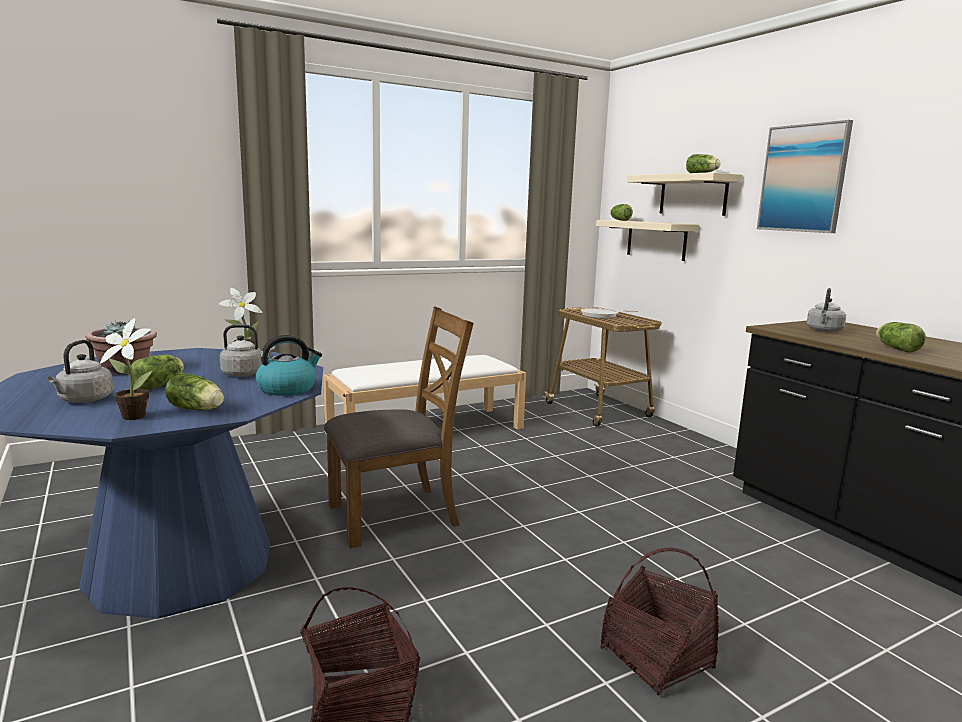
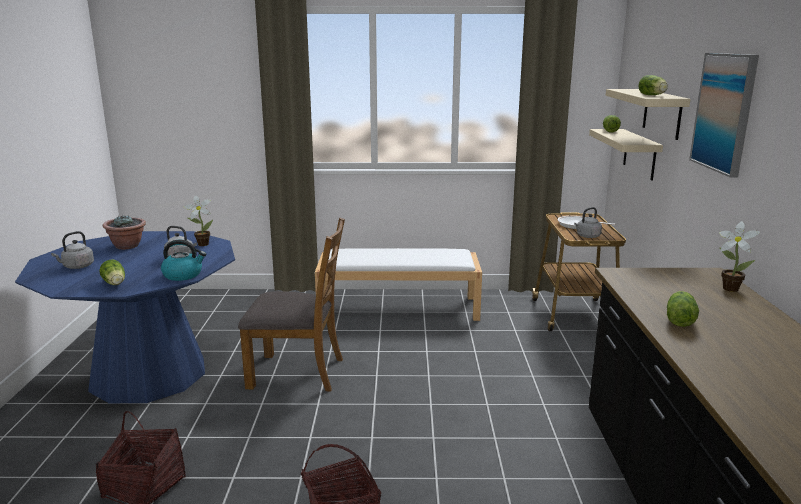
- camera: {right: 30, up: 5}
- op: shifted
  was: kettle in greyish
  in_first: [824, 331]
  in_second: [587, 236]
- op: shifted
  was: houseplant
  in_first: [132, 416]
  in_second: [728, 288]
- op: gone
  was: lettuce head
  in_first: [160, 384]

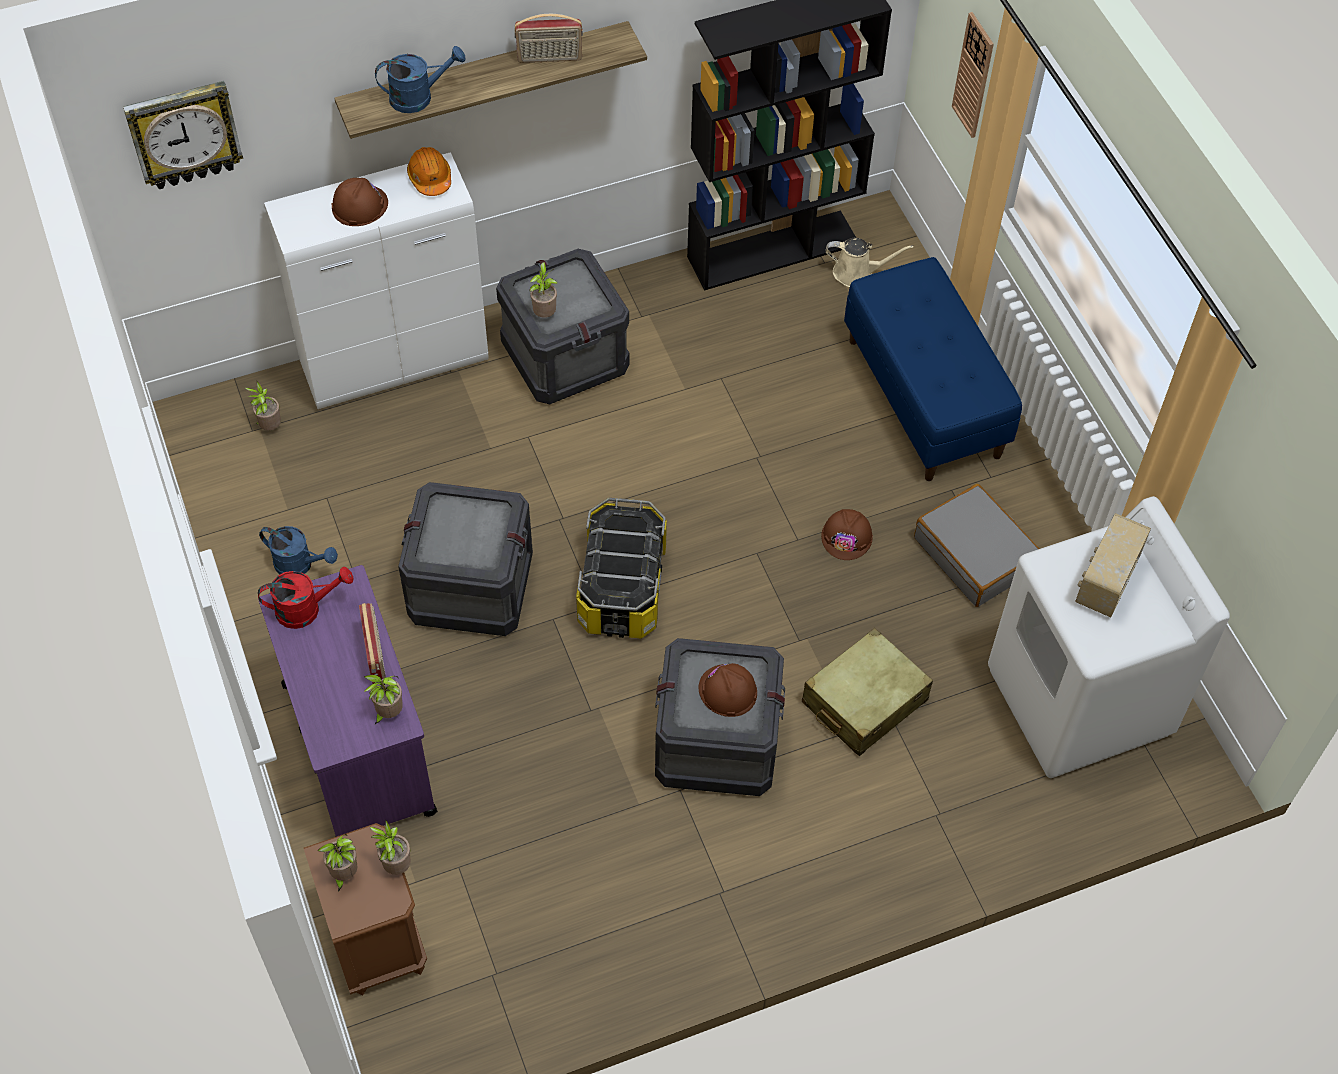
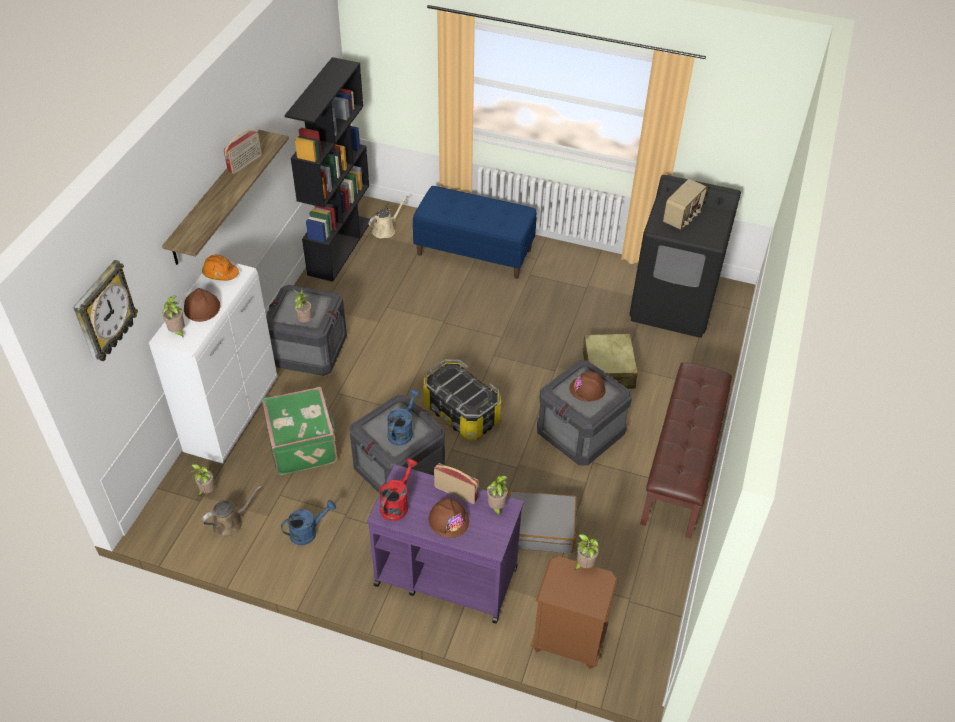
- camera: {right: -50, up: -10}
- op: gone
  was: hanging clock
  in_first: [973, 75]
- op: shifted
  was: watering pot in blue
  in_first: [419, 97]
  in_second: [402, 431]
- op: shifted
  was: piece of luggage in greyish
  in_first: [975, 554]
  in_second: [539, 528]
- op: repainted
  was: laundry appliance in white-coloured
  now: laundry appliance in black-coloured
  in_first: [1079, 702]
  in_second: [673, 305]
- op: shifted
  was: safety helmet in brownish
  in_first: [847, 537]
  in_second: [448, 520]
- op: rotated
  was: radio
  in_first: [1105, 581]
  in_second: [682, 217]
  clockwise: -120
- op: shifted
  was: houseplant
  in_first: [343, 874]
  in_second: [178, 332]
- op: new
  now: long seat in brownish
  in_second: [682, 466]
- op: new
  now: piece of luggage in green
  in_second: [304, 444]
- op: new
  now: watering pot in brownish
  in_second: [231, 523]

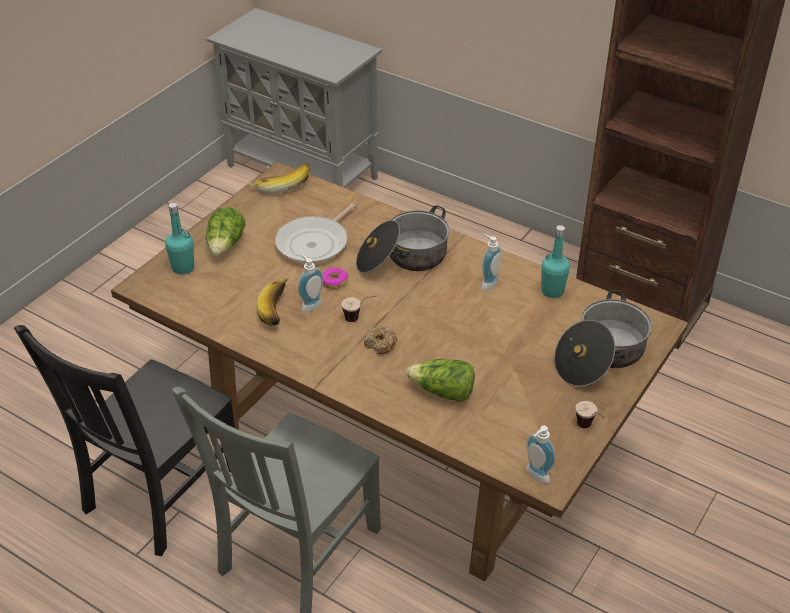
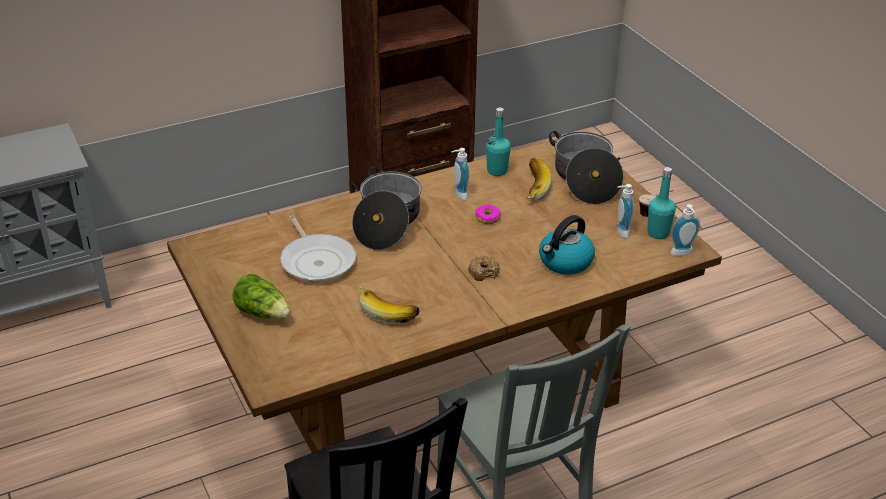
- camera: {right: -60, up: -5}
- op: shifted
  was: banana fruit
  in_first: [281, 184]
  in_second: [532, 188]
- op: shifted
  was: beverage bottle in turquoise-coloured
  in_first: [183, 268]
  in_second: [658, 233]
- op: shifted
  was: liquid soap bottle
  in_first: [310, 304]
  in_second: [620, 232]
- op: shifted
  was: donut
  in_first: [334, 281]
  in_second: [487, 218]
- op: gone
  was: drinking cup
  in_first: [359, 318]
- op: swapped
  was: lettuce head
  now: kettle
  in_first: [443, 392]
  in_second: [565, 262]

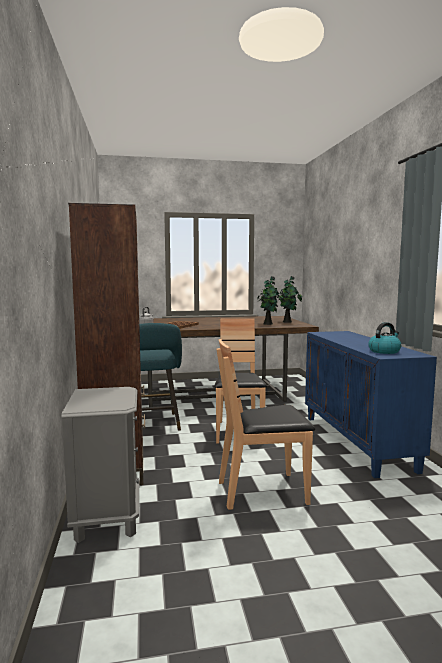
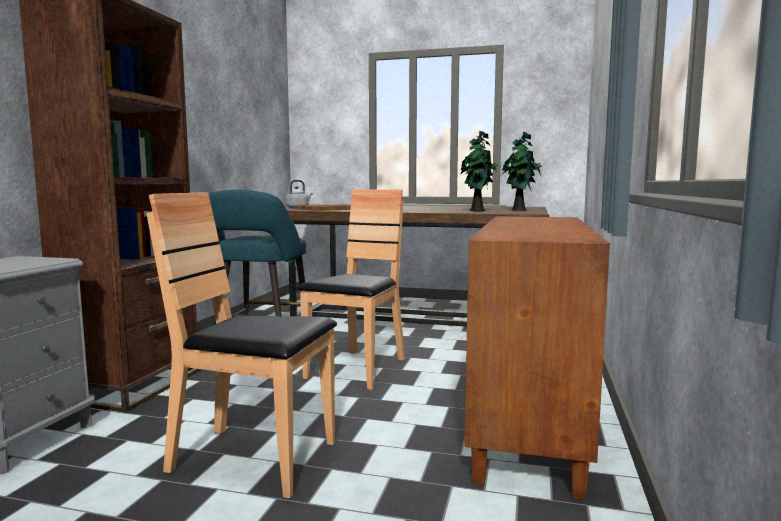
- camera: {right: 25, up: 0}
- op: gone
  was: kettle
  in_first: [384, 351]
- op: repainted
  was: cabinet in blue
  now: cabinet in brownish
  in_first: [357, 442]
  in_second: [530, 417]

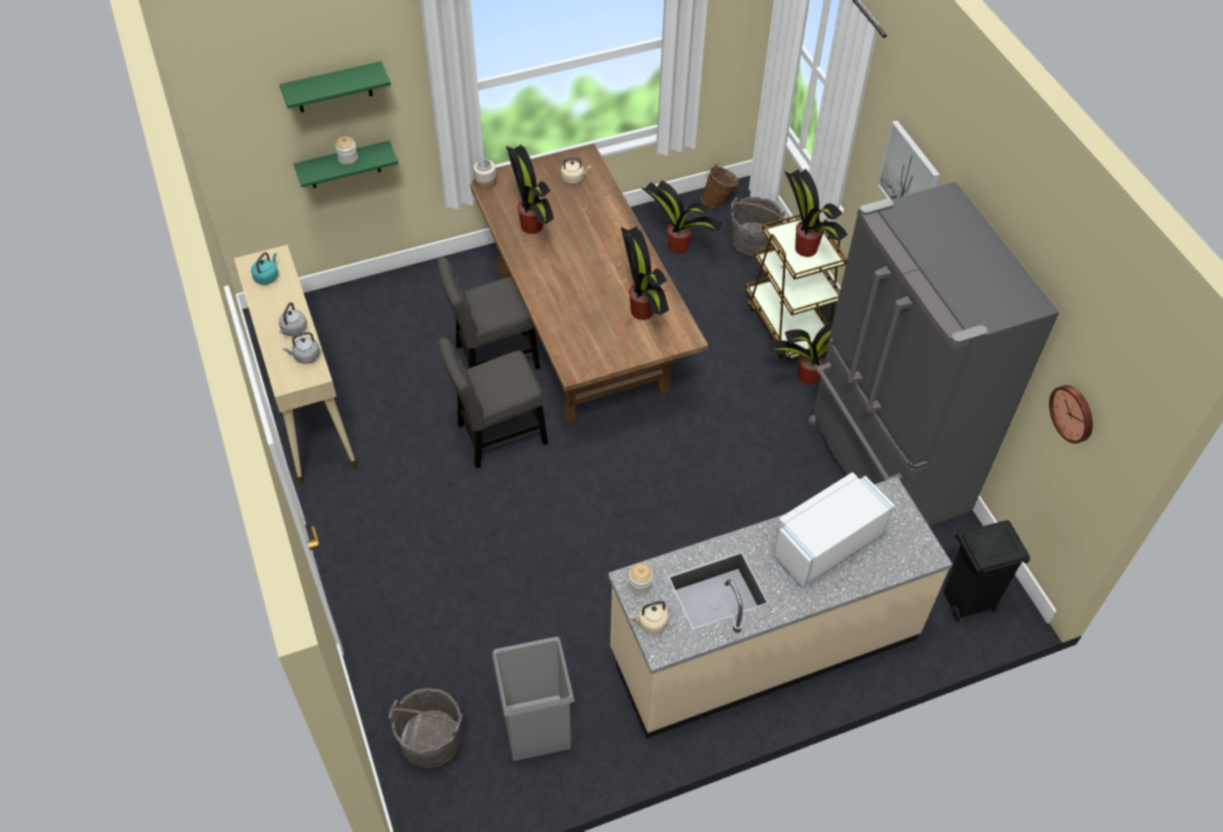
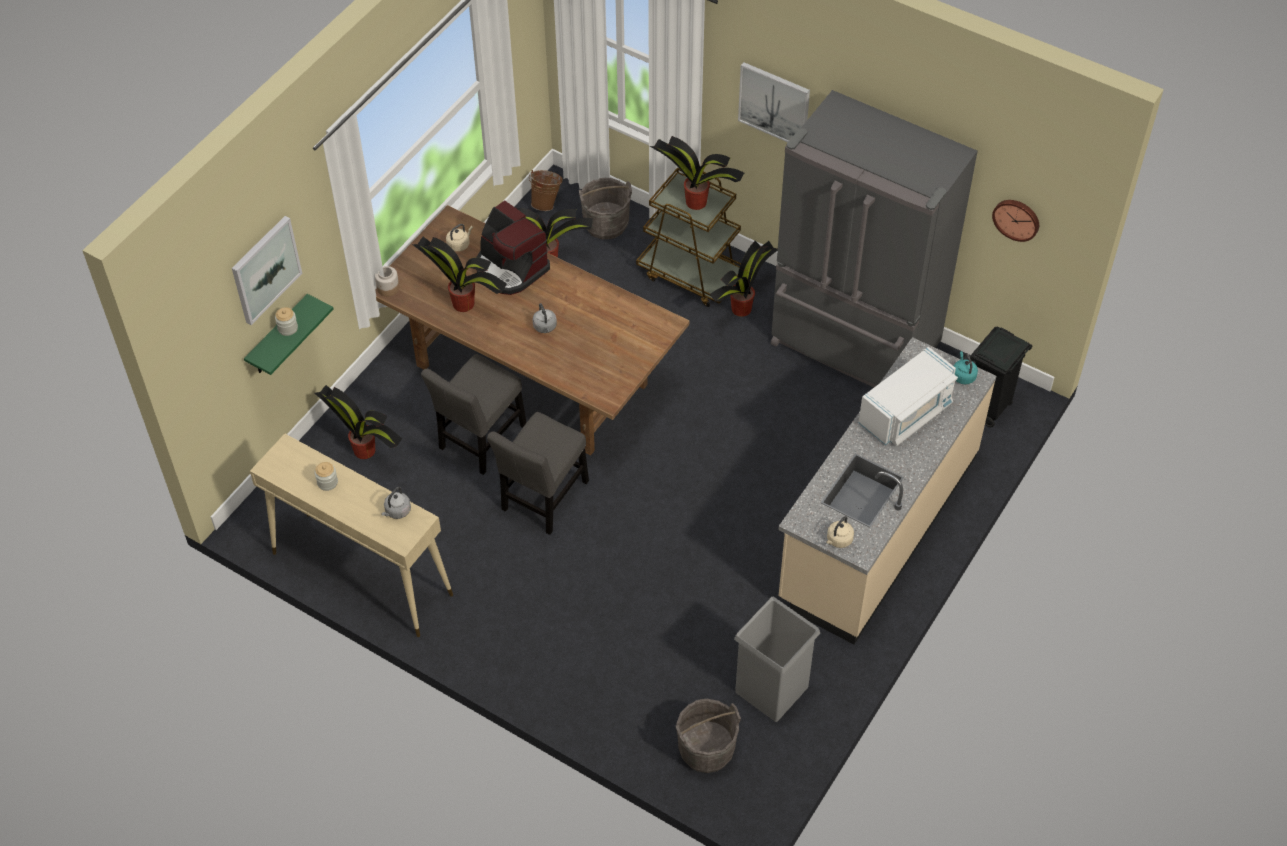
- camera: {right: -35, up: 0}
- op: swapped
  was: shelf in green
  now: wall picture
  in_first: [333, 88]
  in_second: [265, 269]
- op: shifted
  was: houseplant
  in_first: [642, 312]
  in_second: [365, 451]
- op: shifted
  was: kettle in turquoise-coloured
  in_first: [267, 276]
  in_second: [963, 375]
- op: shifted
  was: kettle in greyish
  in_first: [293, 330]
  in_second: [545, 327]
- op: rotated
  was: kitchen microwave in white-coloured
  in_first: [827, 544]
  in_second: [906, 413]
  clockwise: -150
- op: shifted
  was: preserve jar
  in_first: [640, 585]
  in_second: [327, 482]
- op: new
  now: coffee maker
  in_second: [510, 268]

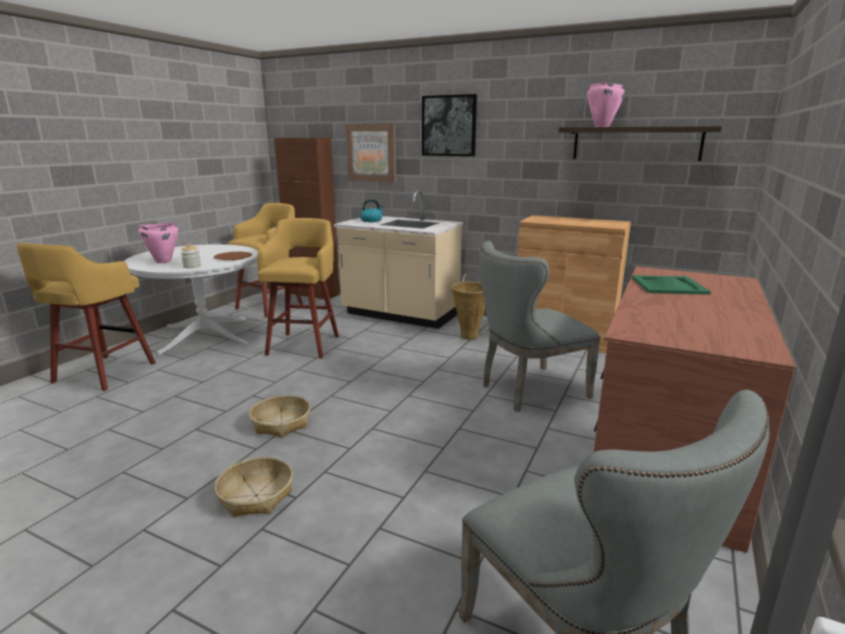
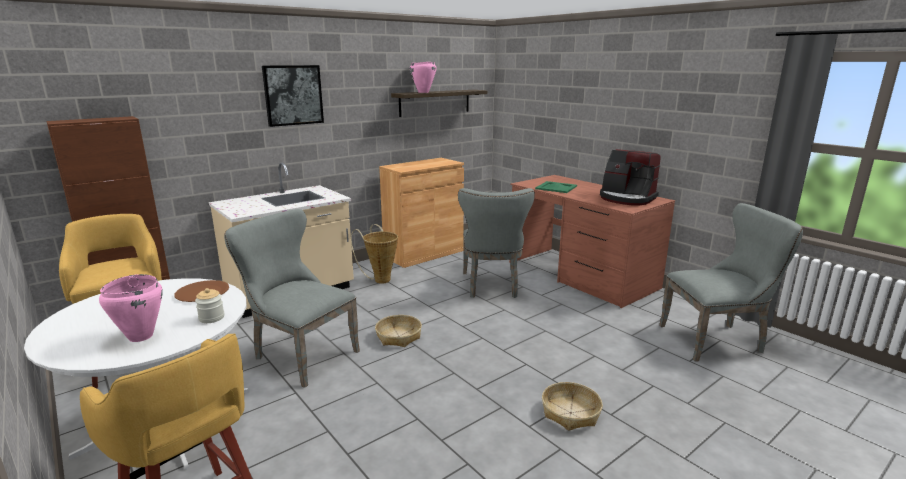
- camera: {right: -65, up: 0}
- op: gone
  was: wall picture
  in_first: [371, 153]
- op: gone
  was: kettle
  in_first: [371, 220]
- op: swapped
  was: stool seat in yellow
  now: upright chair in greyish
  in_first: [304, 344]
  in_second: [300, 354]
- op: shifted
  was: household basket
  in_first: [281, 423]
  in_second: [399, 336]
- op: new
  now: coffee maker
  in_second: [627, 198]

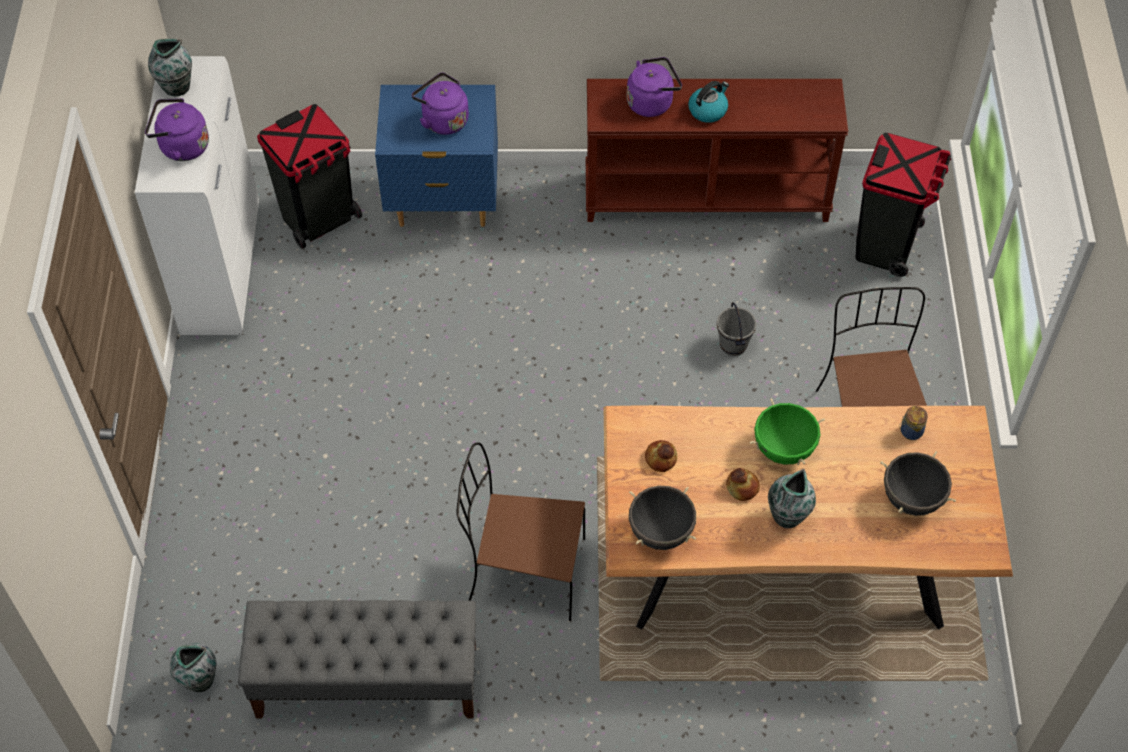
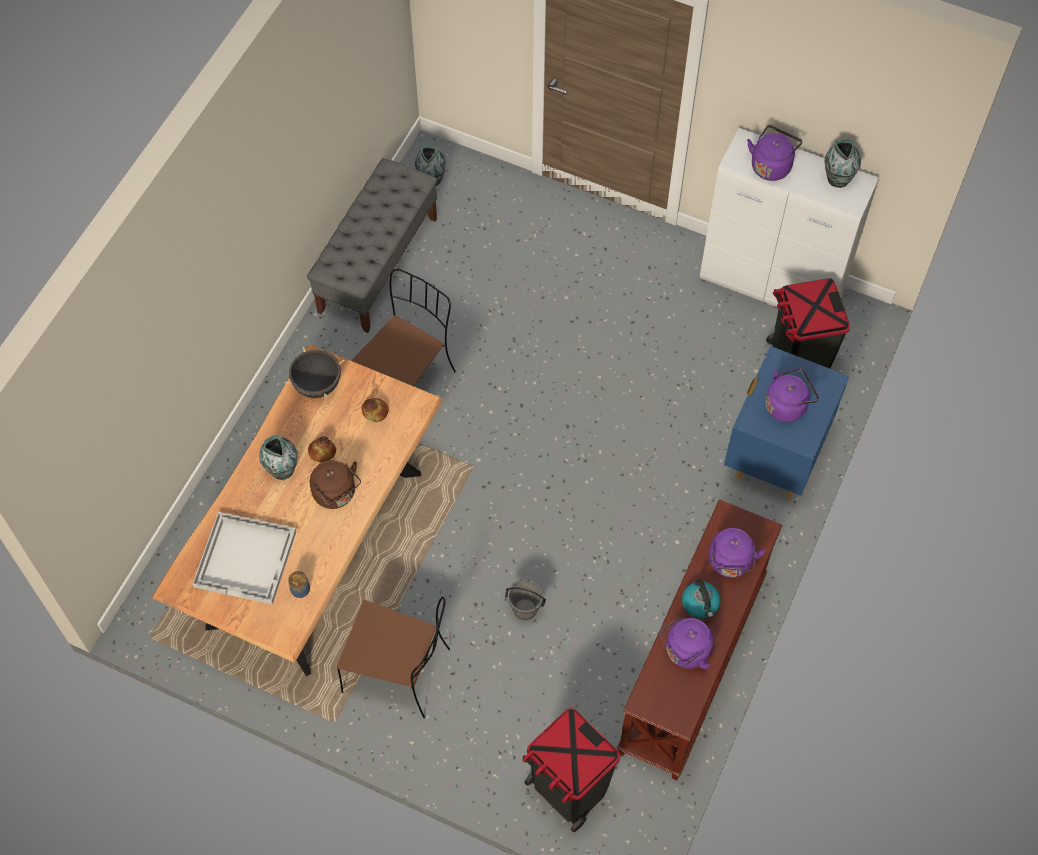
- camera: {right: 115, up: 5}
- op: swapped
  was: stockpot in green
  now: kettle in brownish
  in_first: [784, 449]
  in_second: [336, 494]
- op: swapped
  was: stockpot in black-coloured
  now: carrying tray in white-coloured
  in_first: [911, 499]
  in_second: [246, 558]
- op: new
  now: kettle in purplish
  in_second: [685, 652]

